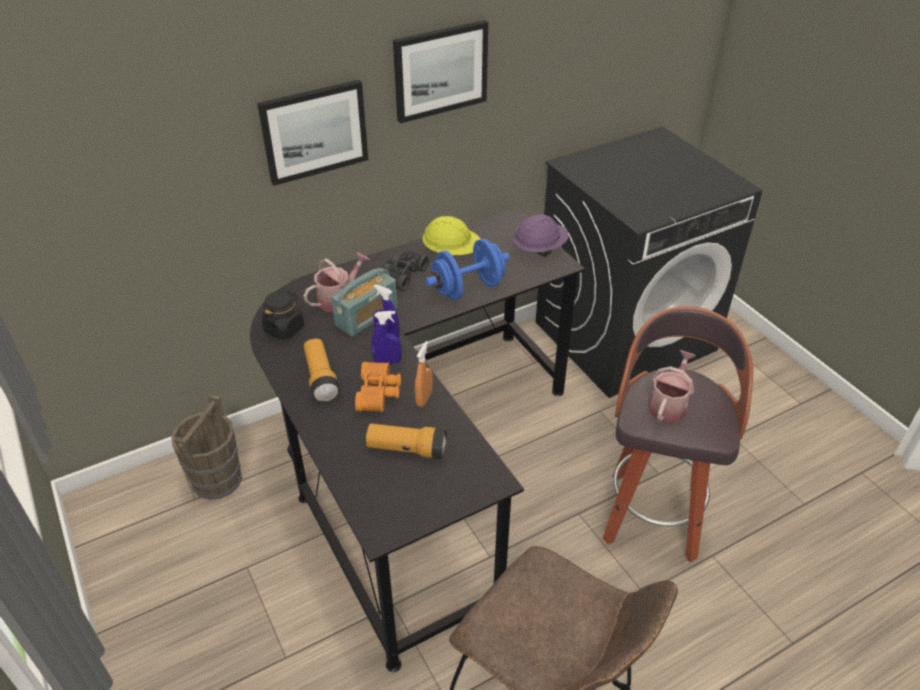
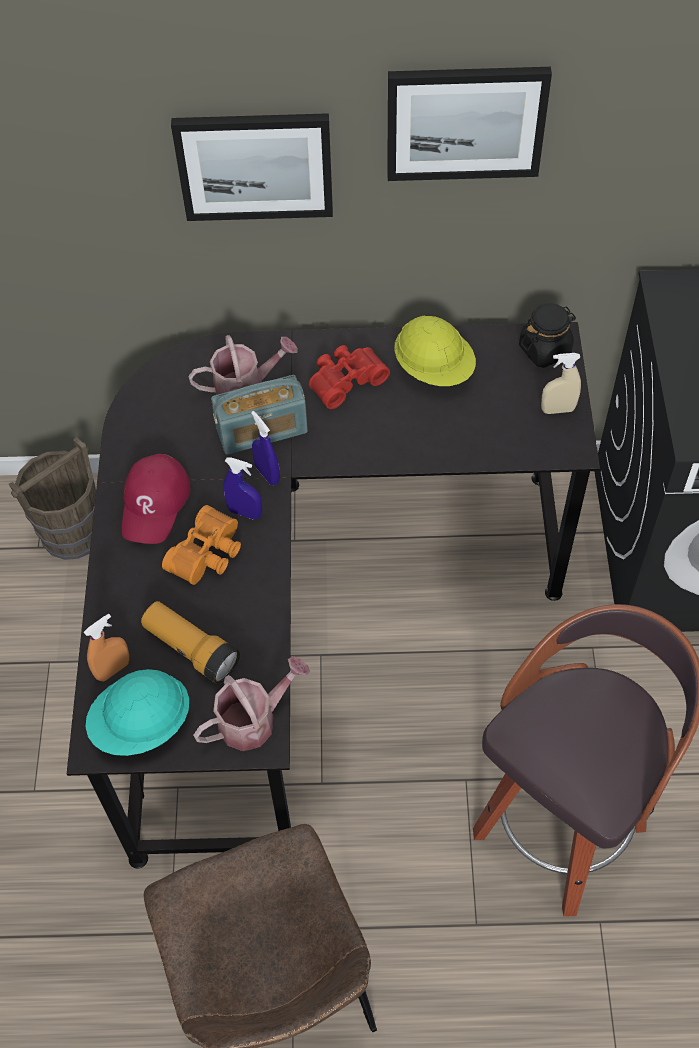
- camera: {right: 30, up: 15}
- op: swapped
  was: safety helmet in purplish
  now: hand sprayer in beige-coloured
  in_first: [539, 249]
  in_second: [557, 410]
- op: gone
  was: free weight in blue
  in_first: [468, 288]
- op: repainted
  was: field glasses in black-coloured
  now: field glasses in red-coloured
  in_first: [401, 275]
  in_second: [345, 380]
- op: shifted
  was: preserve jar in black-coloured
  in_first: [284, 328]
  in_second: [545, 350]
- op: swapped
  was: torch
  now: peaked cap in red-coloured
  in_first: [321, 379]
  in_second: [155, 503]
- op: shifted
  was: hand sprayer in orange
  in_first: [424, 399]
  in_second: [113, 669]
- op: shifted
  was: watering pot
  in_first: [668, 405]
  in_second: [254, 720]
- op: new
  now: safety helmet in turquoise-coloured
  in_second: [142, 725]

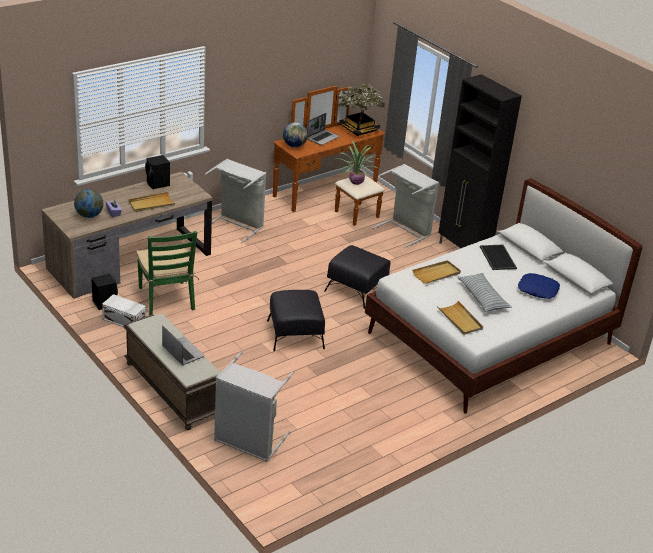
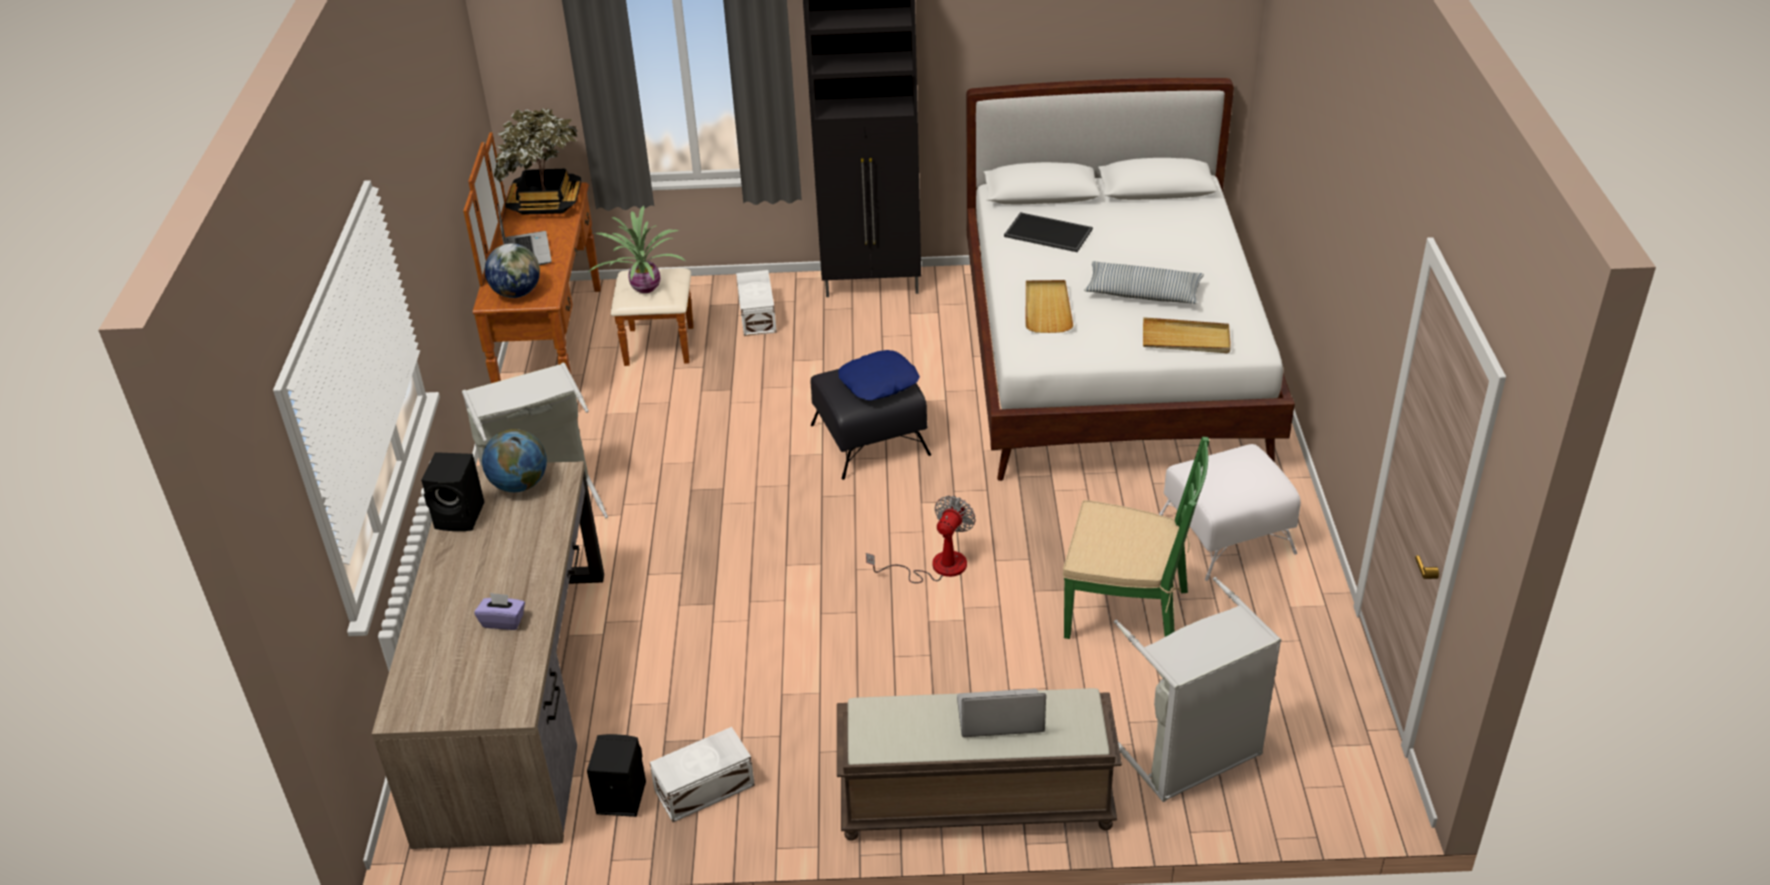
- camera: {right: -50, up: 5}
- op: swapped
  was: washing basket in greyish
  now: storage box in white-coloured
  in_first: [405, 230]
  in_second: [758, 315]
- op: shifted
  was: world globe
  in_first: [89, 215]
  in_second: [519, 484]
- op: gone
  was: carrying tray in beige-coloured
  in_first: [151, 204]
- op: shifted
  was: upright chair in green
  in_first: [166, 299]
  in_second: [1128, 613]
- op: shifted
  was: throw pillow in blue
  in_first: [537, 290]
  in_second: [879, 383]
- op: swapped
  was: ottoman in black-coloured
  now: electric fan
  in_first: [295, 334]
  in_second: [936, 567]
- op: new
  now: ottoman in white-coloured
  in_second: [1225, 535]

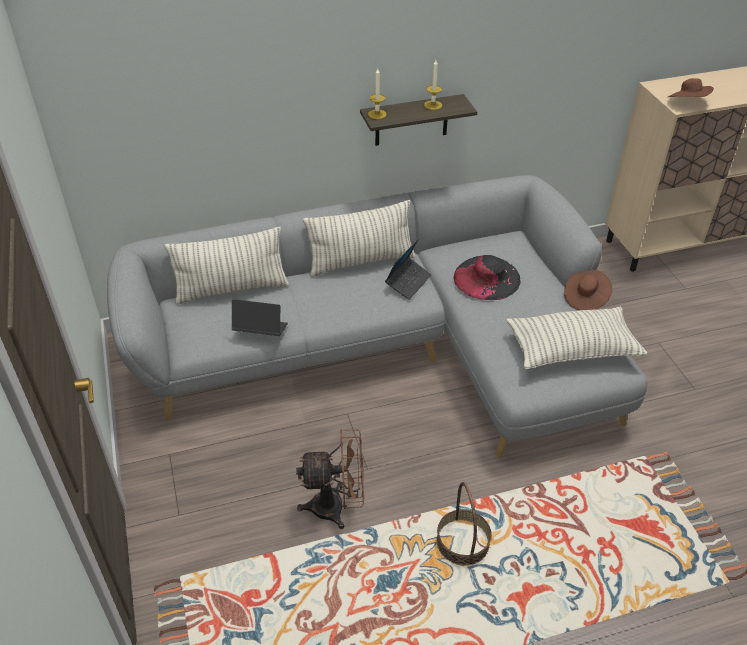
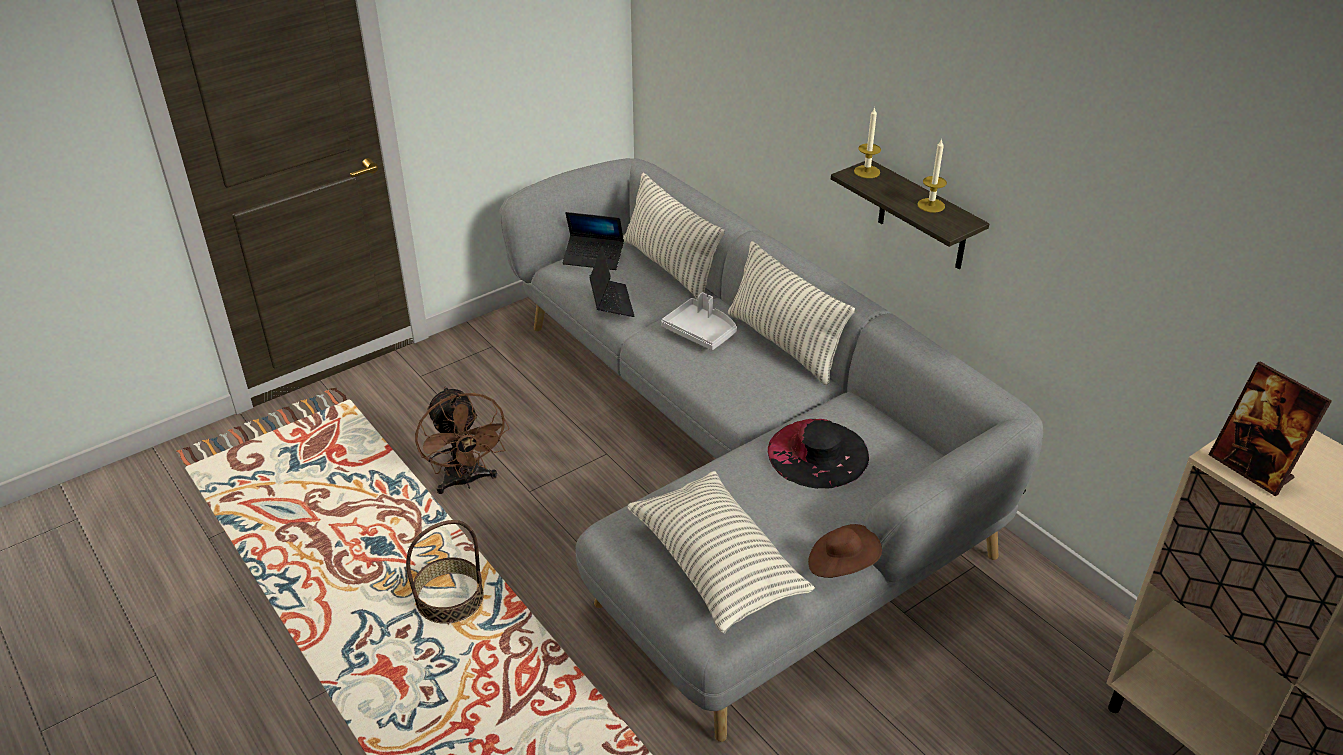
- camera: {right: 70, up: -5}
- op: swapped
  was: clothing hat in brownish
  now: standing frame
  in_first: [687, 103]
  in_second: [1251, 468]
- op: shifted
  was: laptop
  in_first: [408, 282]
  in_second: [593, 258]
- op: new
  now: carrying tray in greyish
  in_second: [701, 332]

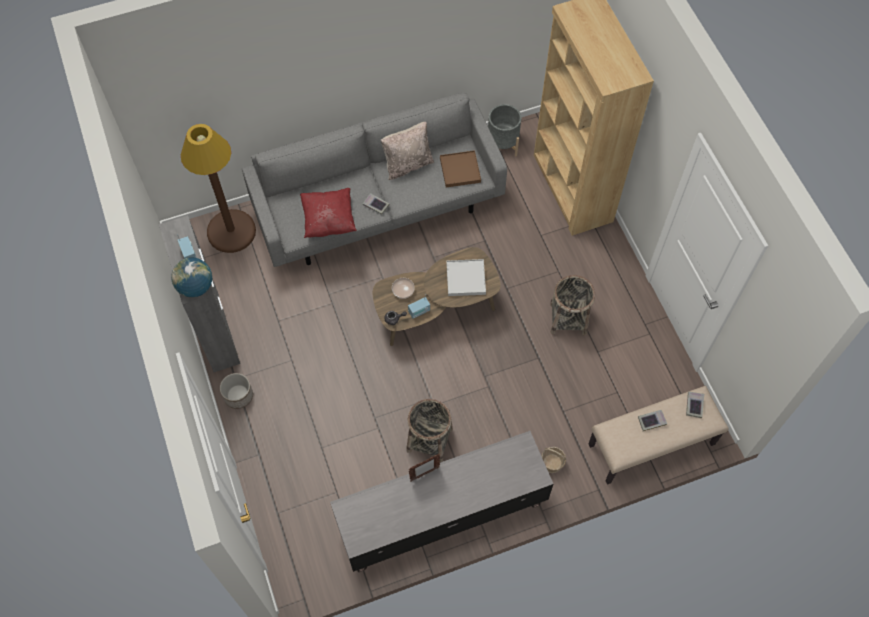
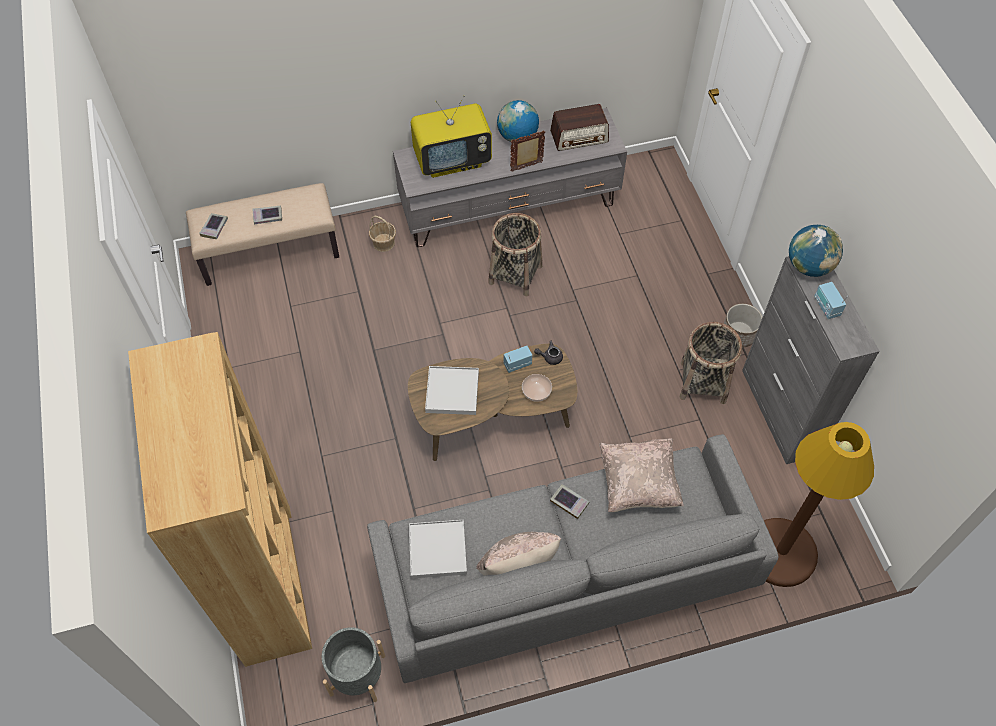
- camera: {right: -175, up: -5}
- op: repainted
  was: carrying tray in brownish
  now: carrying tray in white-coloured
  in_first: [460, 170]
  in_second: [438, 550]
- op: repainted
  was: throw pillow in red-coloured
  now: throw pillow in beige-coloured
  in_first: [329, 220]
  in_second: [638, 484]
- op: shifted
  was: household basket
  in_first: [568, 318]
  in_second: [703, 382]
- op: new
  now: TV
  in_second: [453, 160]
- op: new
  now: world globe
  in_second: [517, 137]
- op: new
  now: radio
  in_second: [579, 137]

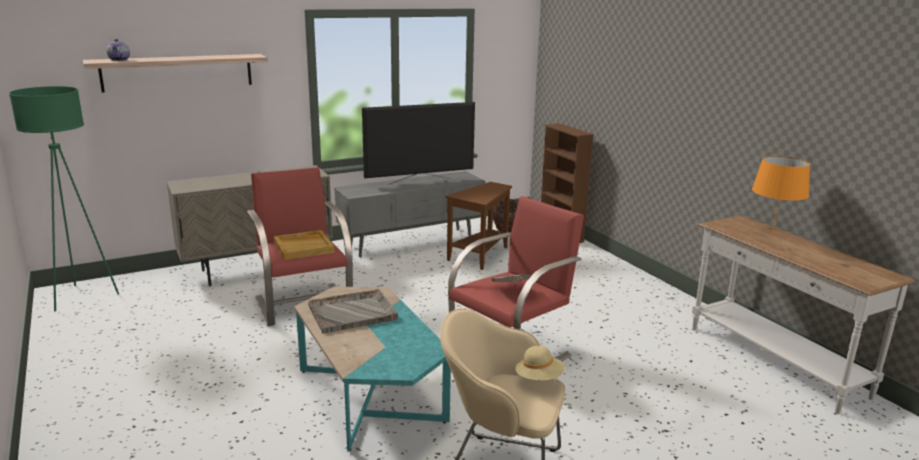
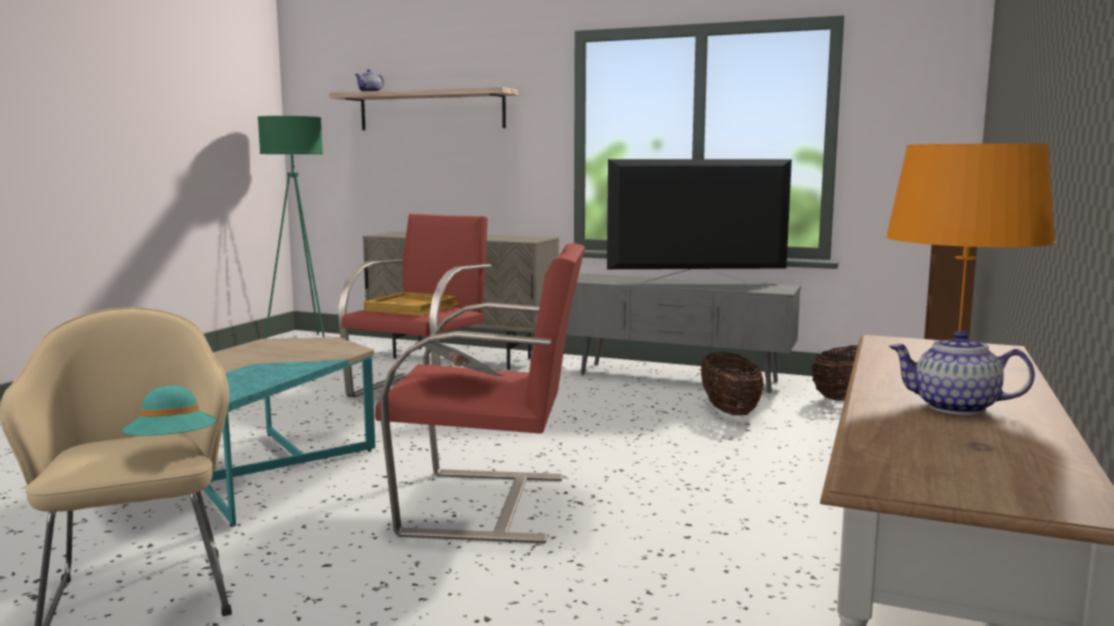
- camera: {right: 50, up: -10}
- op: rotated
  was: TV
  in_first: [419, 181]
  in_second: [696, 283]
  clockwise: 150
- op: swapped
  was: accent table in brownish
  now: household basket
  in_first: [479, 256]
  in_second: [729, 411]
- op: gone
  was: carrying tray in greyish
  in_first: [353, 312]
- op: repainted
  was: clothing hat in beige-coloured
  now: clothing hat in turquoise-coloured
  in_first: [539, 378]
  in_second: [172, 446]
- op: new
  now: tea pot
  in_second: [954, 407]

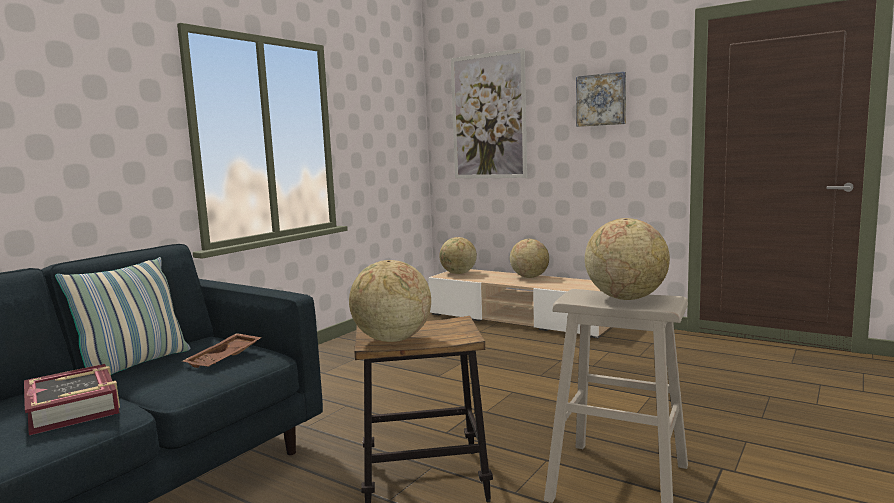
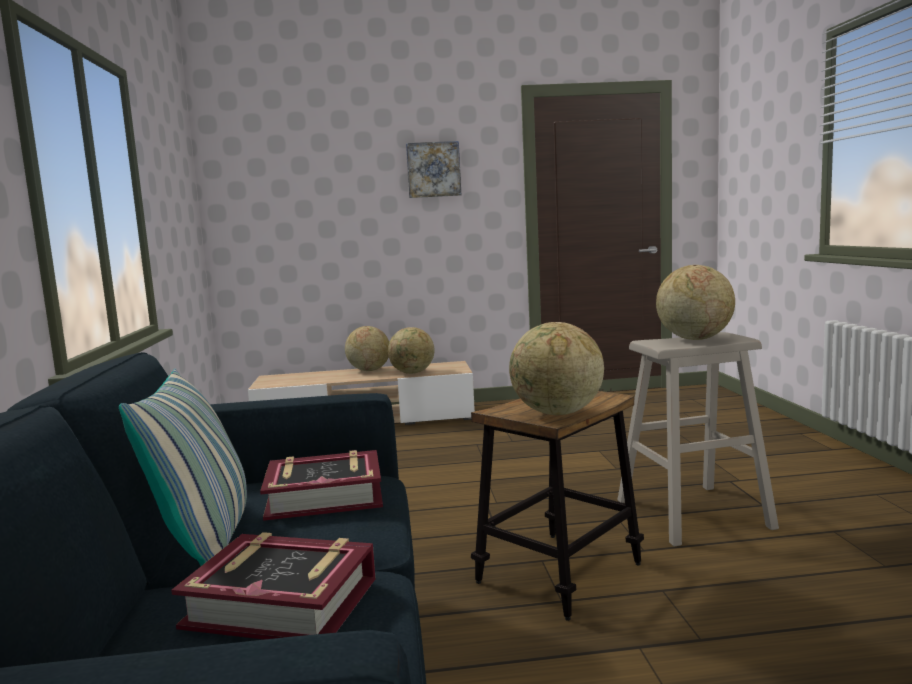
- camera: {right: -40, up: 0}
- op: gone
  was: wall picture
  in_first: [488, 116]
- op: shifted
  was: world globe
  in_first: [458, 273]
  in_second: [412, 373]
- op: swapped
  was: carrying tray in brownish
  now: book
  in_first: [225, 359]
  in_second: [325, 496]

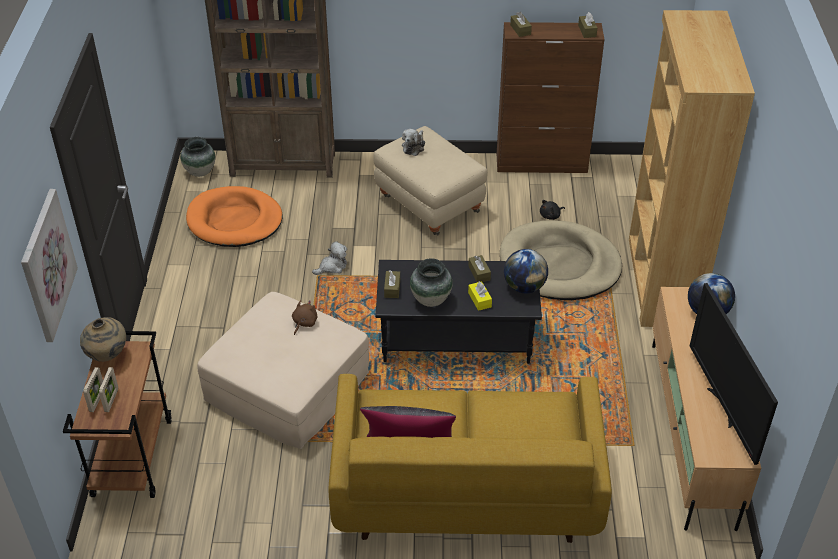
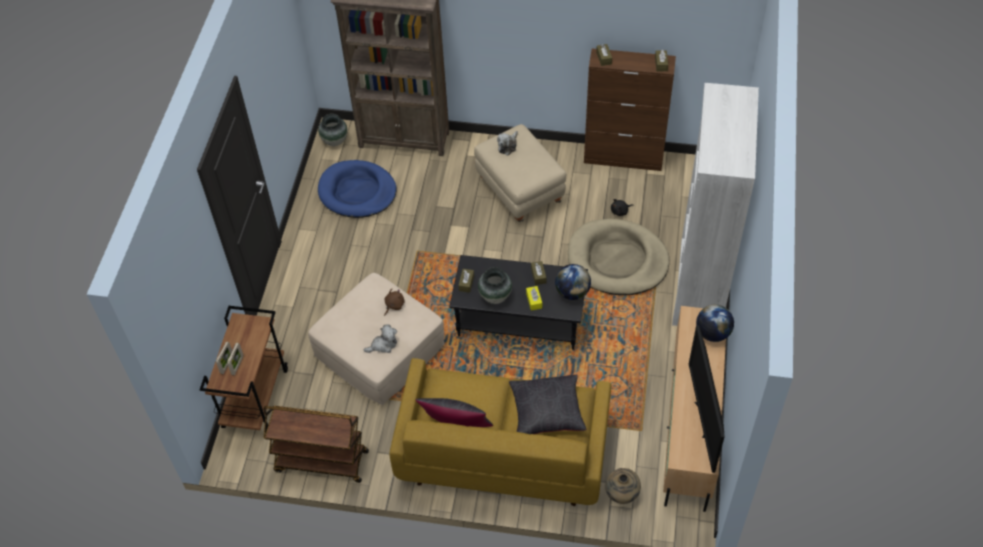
- camera: {right: 10, up: 10}
- op: repainted
  was: shelving unit in brownish
  now: shelving unit in white-coloured
  in_first: [661, 282]
  in_second: [699, 284]
- op: repainted
  was: dog cushion in orange
  now: dog cushion in blue
  in_first: [234, 221]
  in_second: [357, 192]
- op: gone
  was: wall picture
  in_first: [46, 265]
- op: shifted
  was: cuddly toy
  in_first: [332, 267]
  in_second: [383, 344]
- op: shifted
  was: decorative vase in beige-coloured
  in_first: [108, 356]
  in_second: [621, 495]
- op: new
  now: throw pillow in black-coloured
  in_second: [547, 411]
- op: new
  now: trolley in brownish
  in_second: [321, 462]

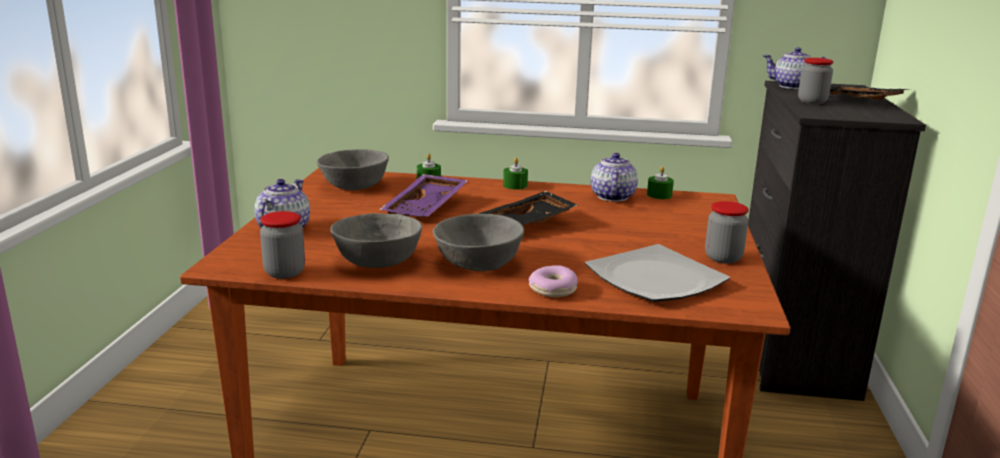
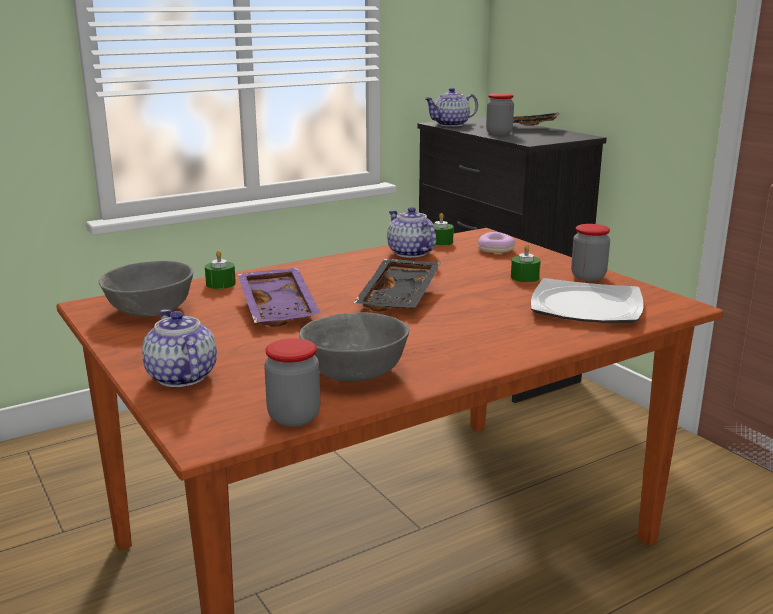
- camera: {right: -40, up: 0}
- op: shifted
  was: wax candle in green
  in_first: [515, 185]
  in_second: [525, 277]
- op: gone
  was: bowl in greyish
  in_first: [478, 263]
- op: shifted
  was: donut
  in_first: [553, 290]
  in_second: [496, 249]

